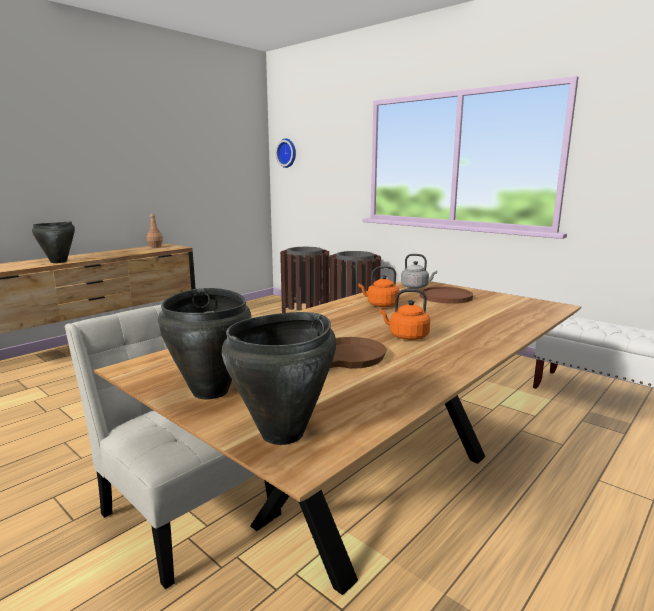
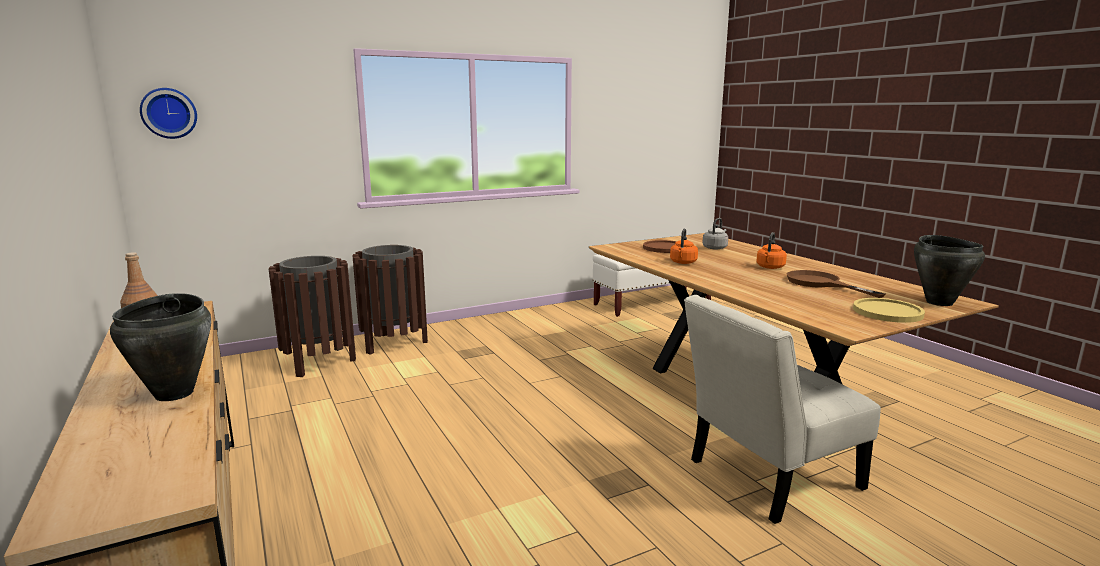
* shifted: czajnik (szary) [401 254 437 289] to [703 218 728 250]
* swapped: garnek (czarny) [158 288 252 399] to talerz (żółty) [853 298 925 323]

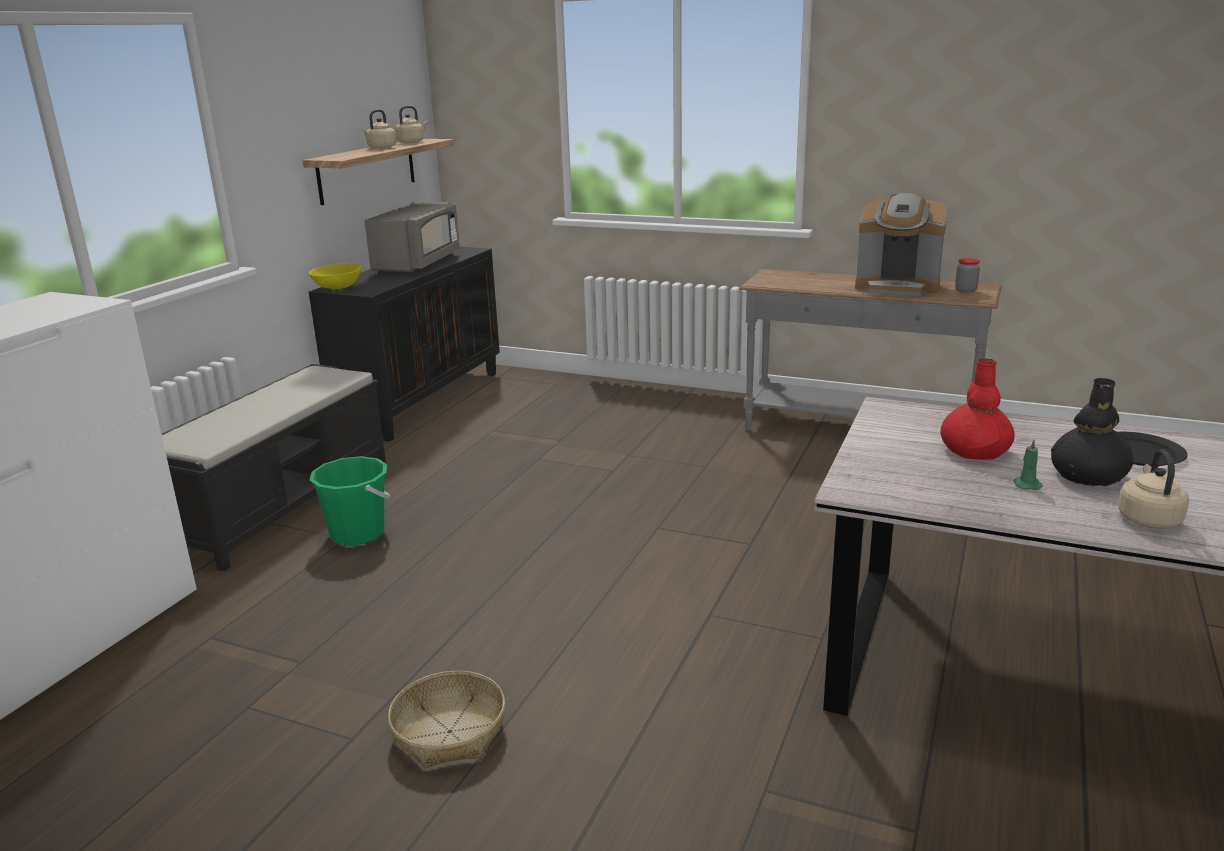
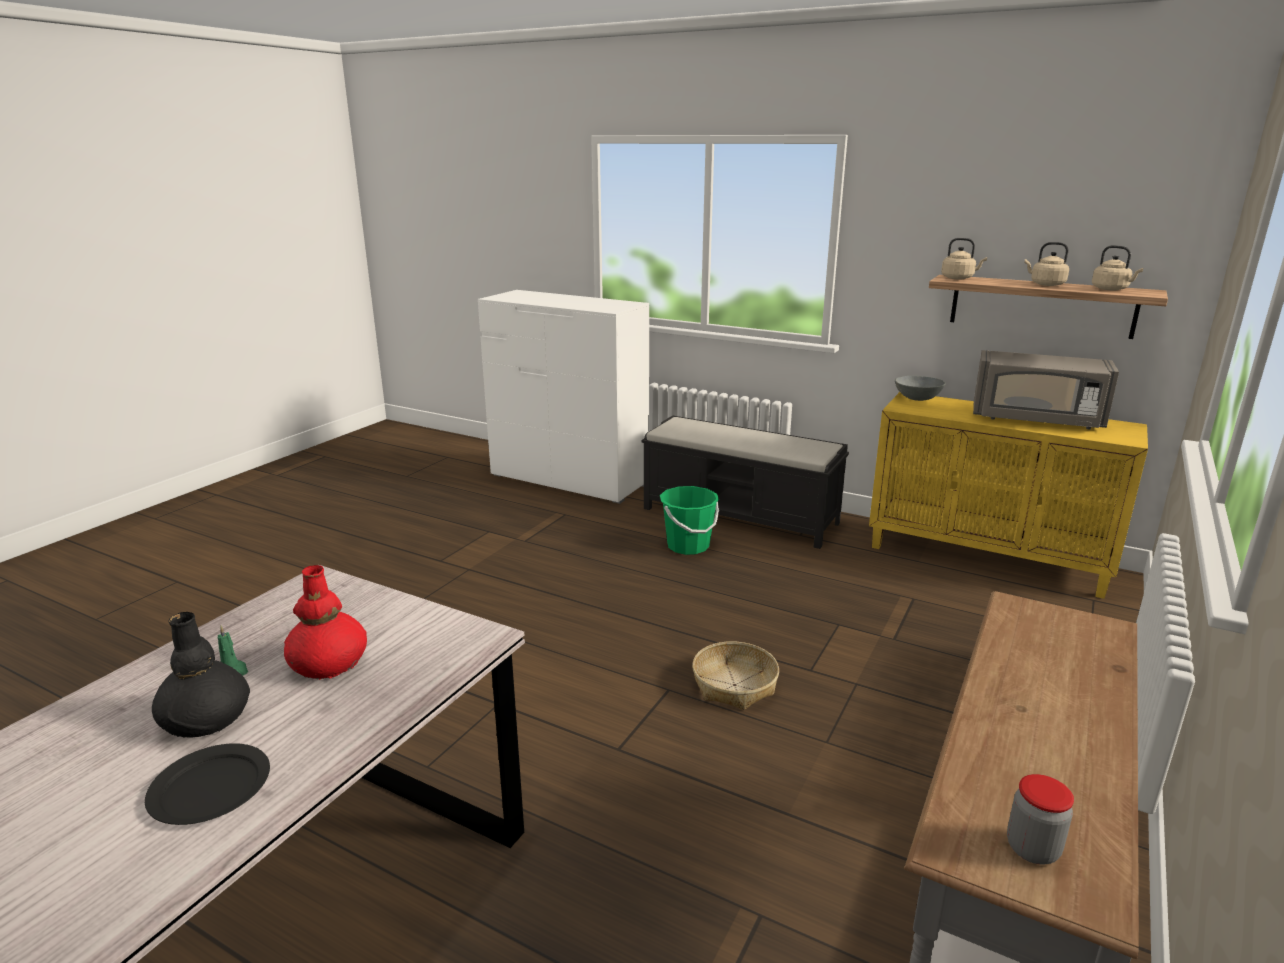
* gone: ekspres do kawy [855 193 947 296]
* repainted: szafka (czarny) [309 247 500 442] to szafka (żółty) [869 392 1148 599]
* repainted: miska (żółty) [309 263 361 289] to miska (szary) [895 376 946 401]
* shifted: czajnik (beżowy) [1118 449 1189 529] to [941 238 987 279]
* shifted: koszyk [388 671 505 768] to [692 641 779 710]

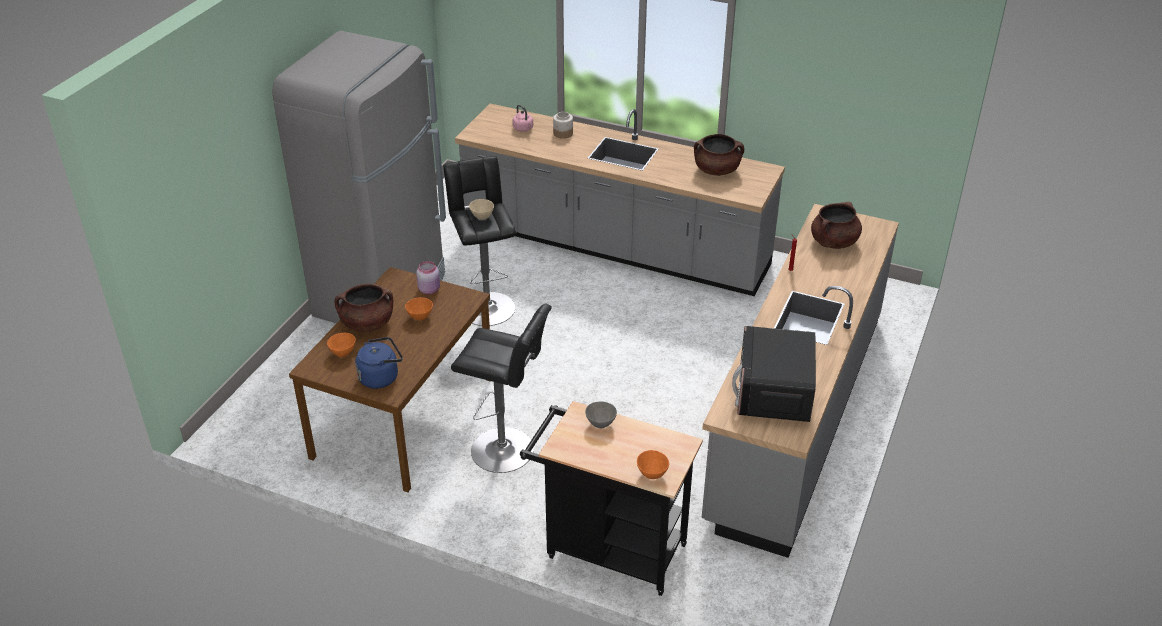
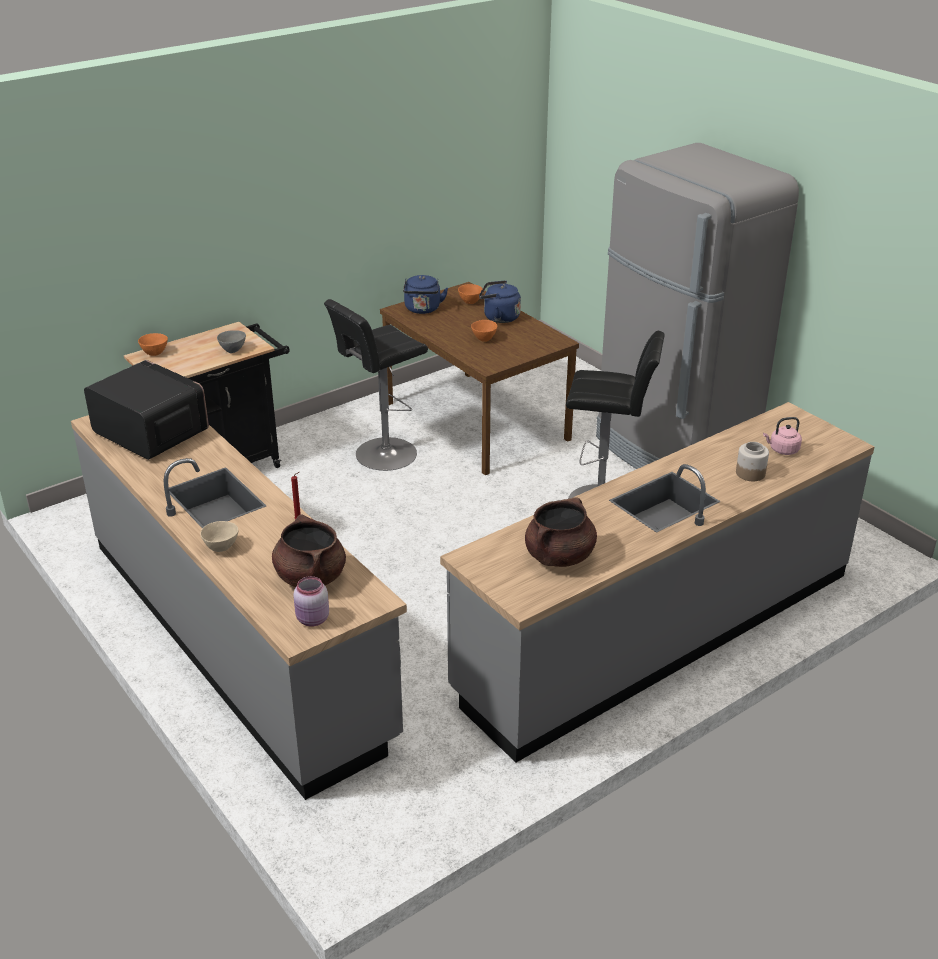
* shifted: miska (beżowy) [469 199 494 220] to [200 521 238 552]
* shifted: słoik (różowy) [416 261 440 294] to [293 576 329 627]
* swapped: garnek (brązowy) [334 284 393 332] to czajnik (niebieski) [479 280 521 323]

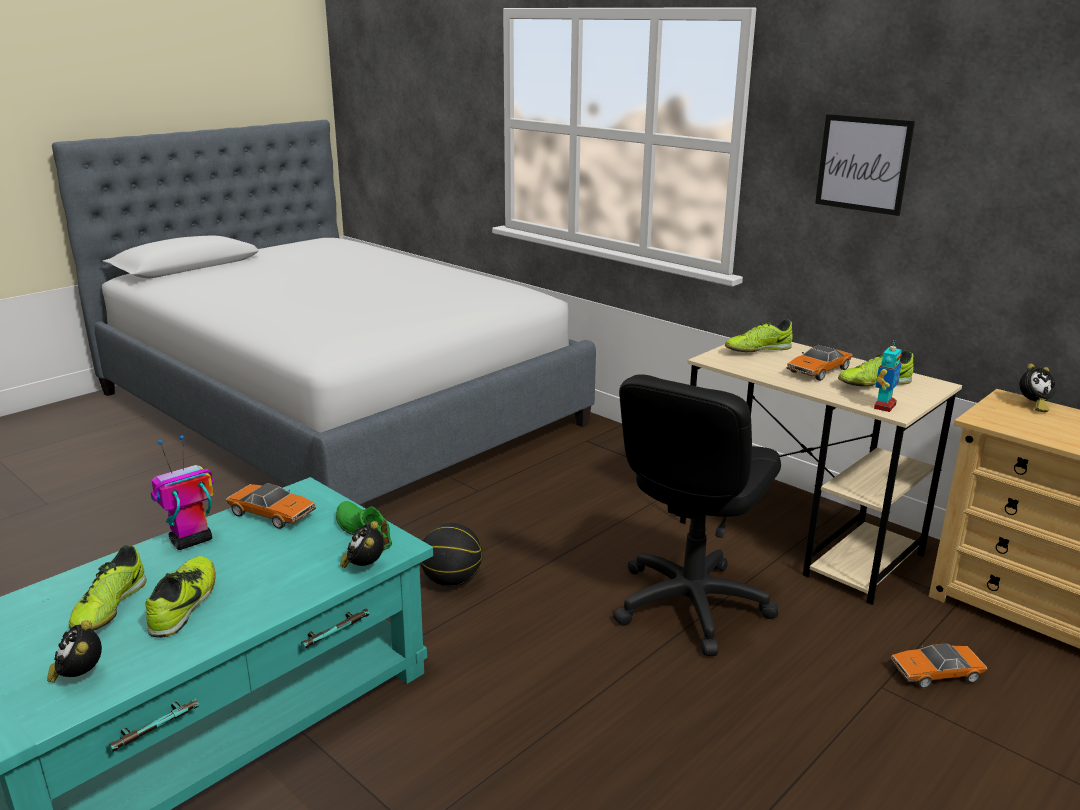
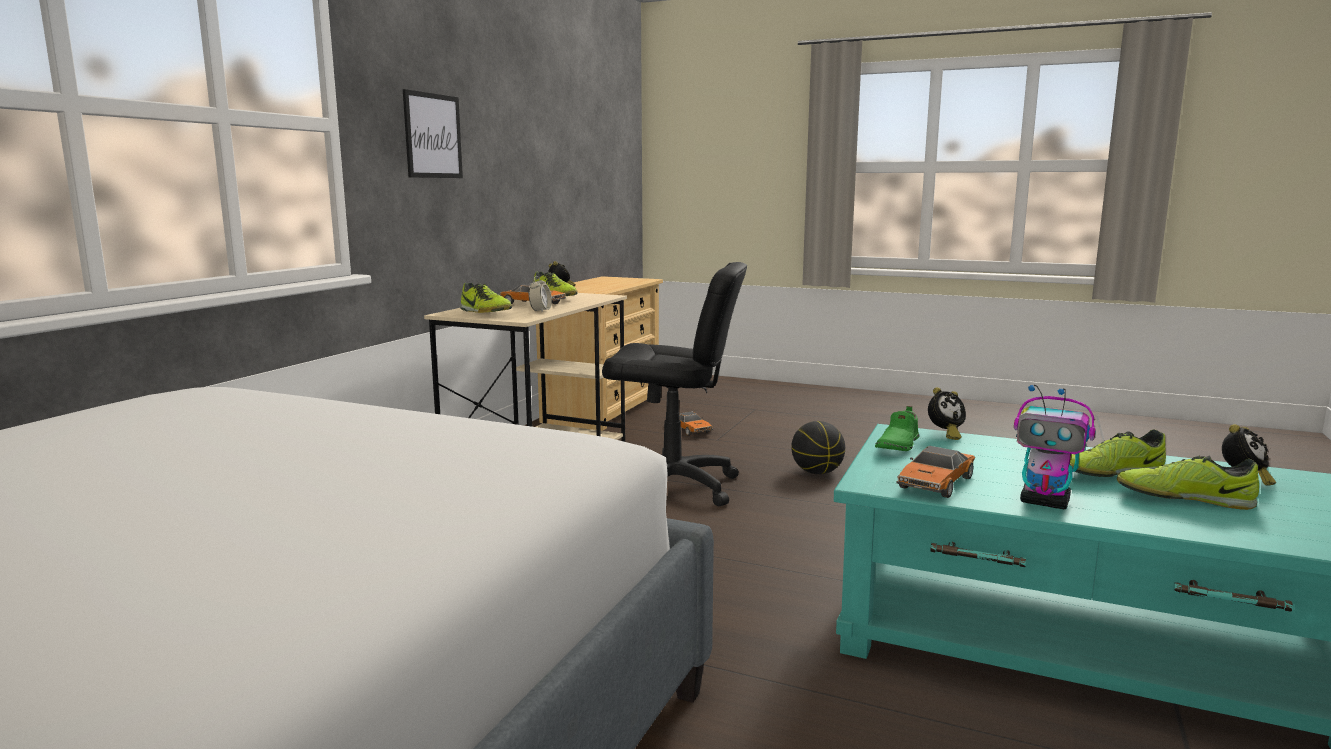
* gone: robot zabawkowy [874 339 902 412]
* rotated: samochodzik [226 483 316 529] = [896 446 975 498] 150 degrees counterclockwise
* shifted: piłka do koszykówki [420 523 482 587] to [791 421 845 474]
* rotated: but [69 545 147 631] = [1117 455 1259 510] 150 degrees counterclockwise
* new: budzik [529 276 552 311]

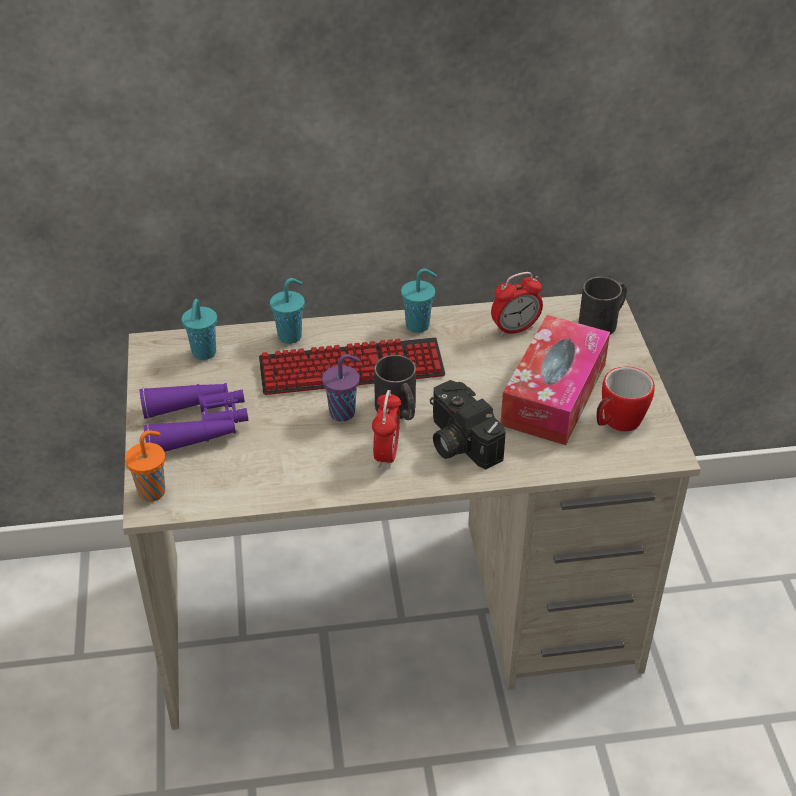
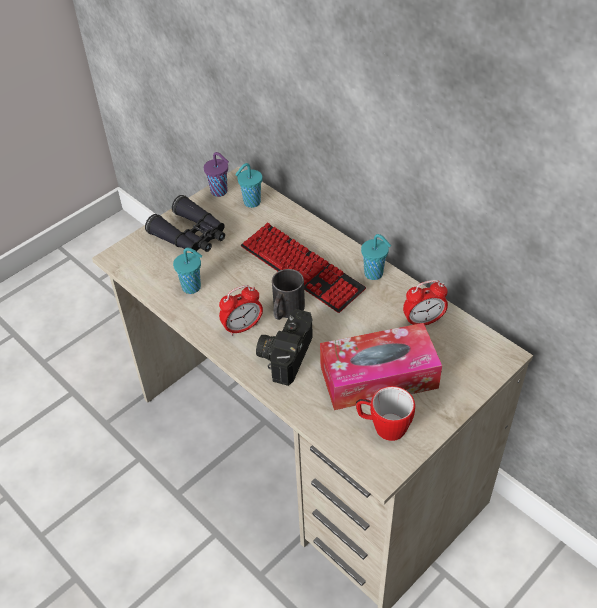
* rotated: budzik [491 272 543 336] = [403 280 448 325] 45 degrees counterclockwise
* gone: kubek (czarny) [578 277 627 335]
* shifted: filiżanka (turkusowy) [270 278 305 344] to [173 248 202 294]
* shifted: filiżanka (fioletowy) [322 354 360 422] to [204 152 229 197]
* repainted: lornetka (fioletowy) [139 383 248 452] to lornetka (czarny) [145 195 225 253]
* gone: filiżanka (pomarańczowy) [125 430 165 502]

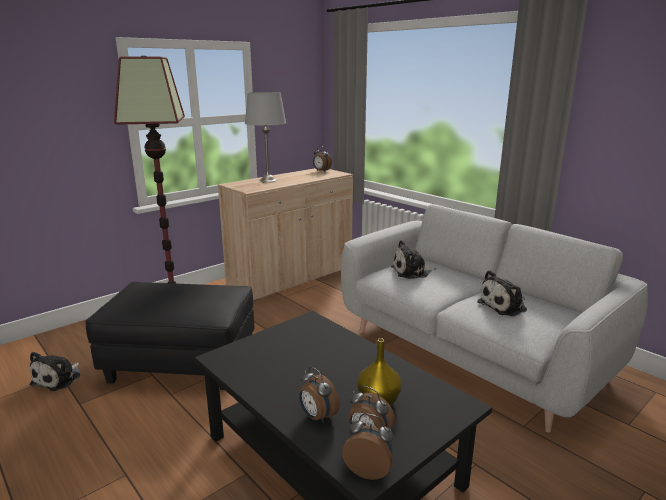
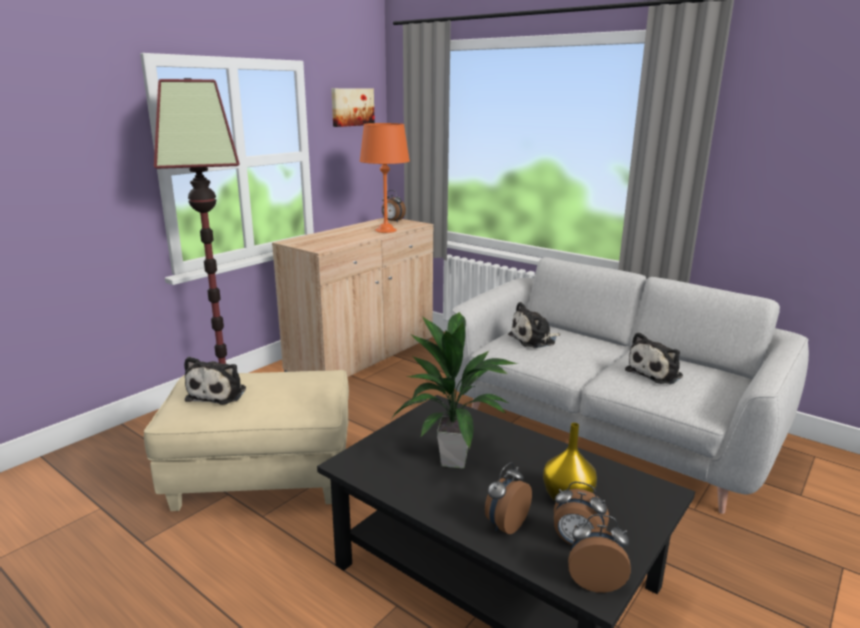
* gone: lampa stołowa (szary) [245 92 286 183]
* repainted: pufa (czarny) [85 282 254 390] to pufa (beżowy) [144 370 349 511]
* shifted: pluszak [30 352 80 391] to [184 357 246 405]
* rotated: budzik [299 367 340 423] = [485 462 532 534] 90 degrees clockwise
* new: obraz [331 88 375 127]
* new: lampa stołowa (pomarańczowy) [360 123 410 233]
* new: roślina doniczkowa [392 312 518 469]

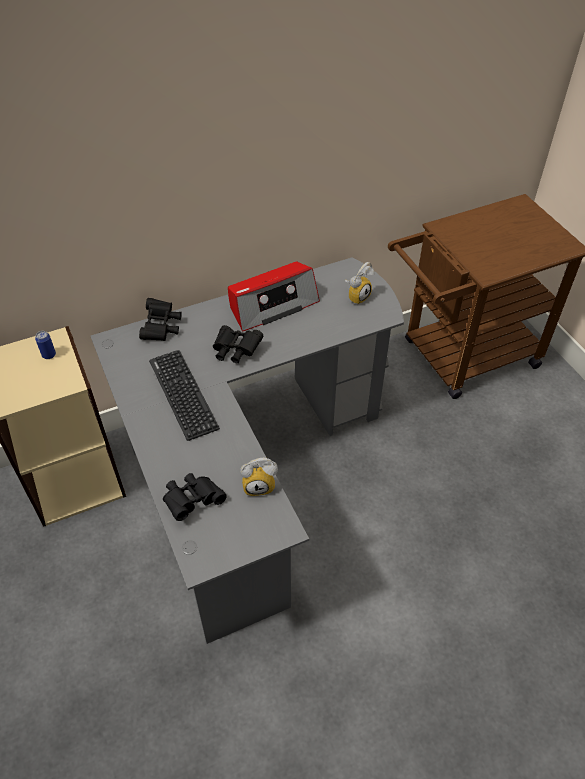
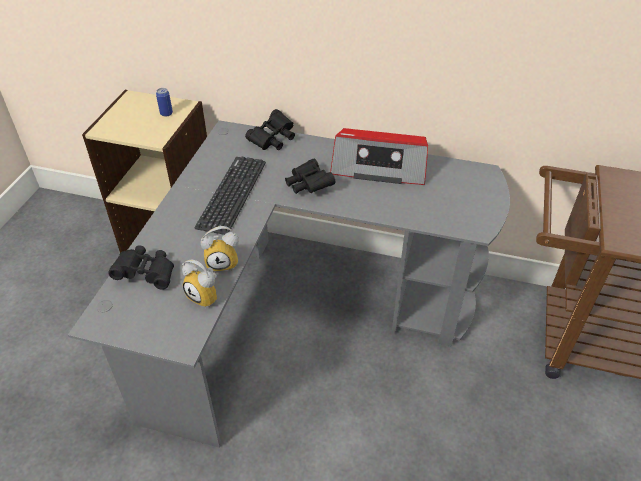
* shifted: budzik [345 262 374 304] to [200 226 239 271]

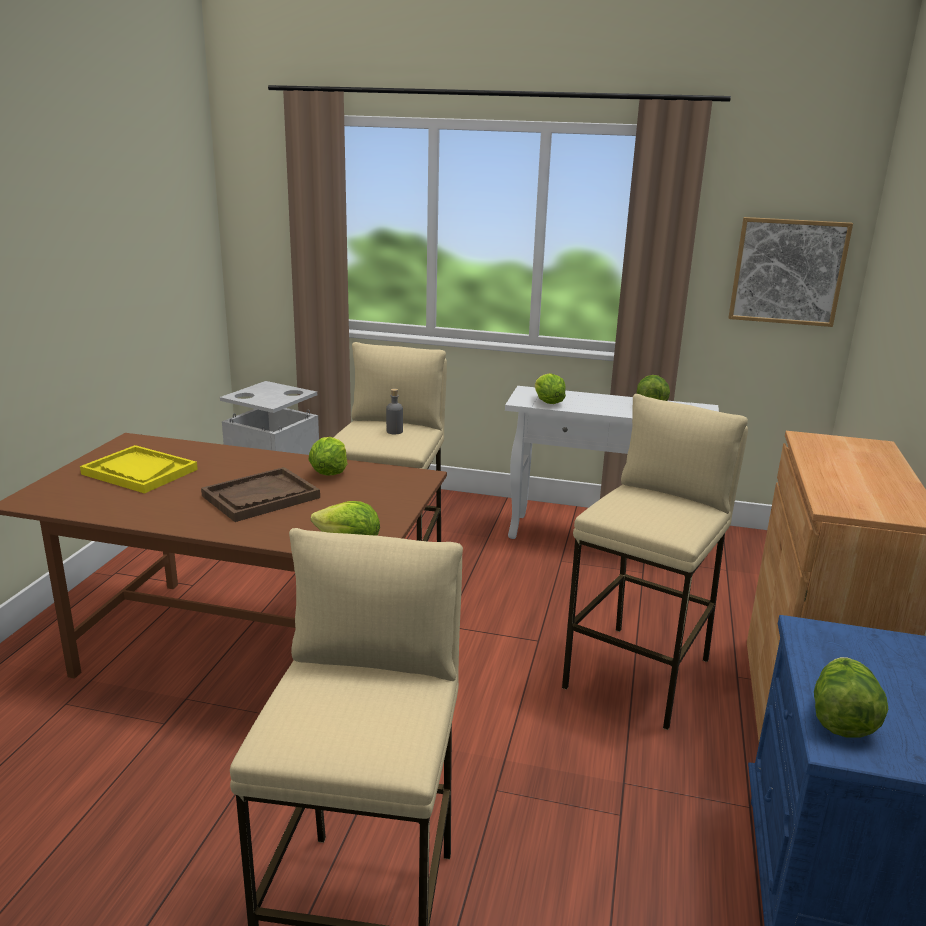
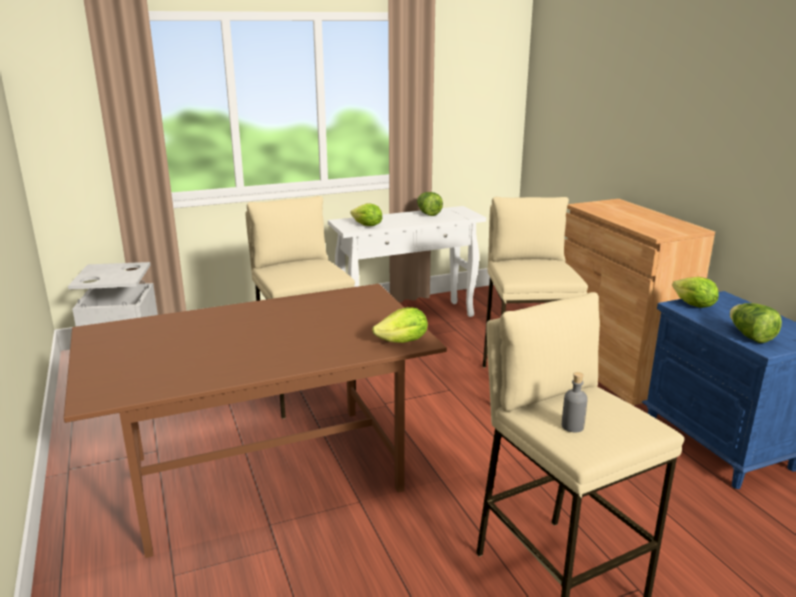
* gone: obraz [728 217 853 327]
* shifted: butelka (szary) [386 389 403 434] to [562 372 588 432]
* shifted: sałata [308 437 348 476] to [672 277 719 308]
* gone: taca (żółty) [80 445 198 494]
* gone: taca (brązowy) [201 467 320 522]

